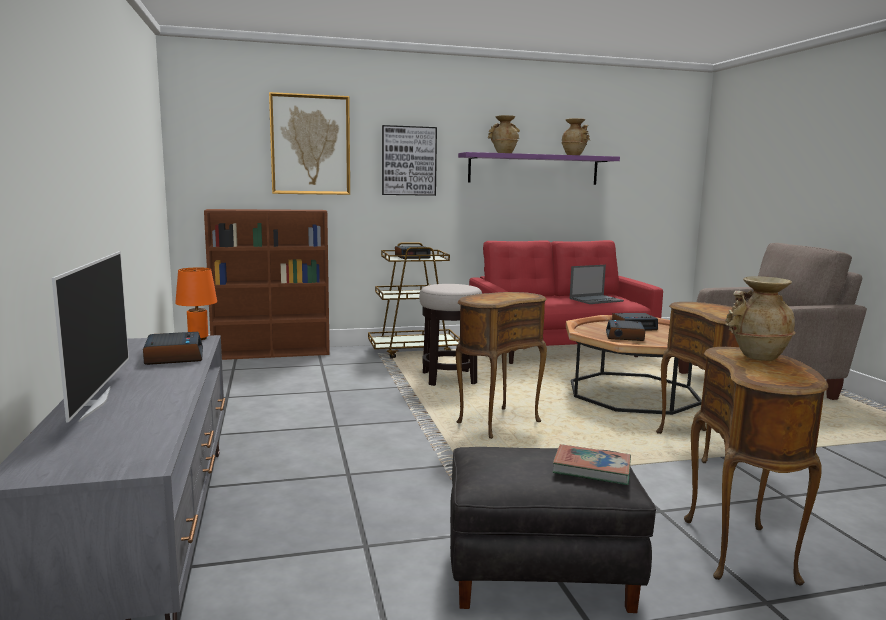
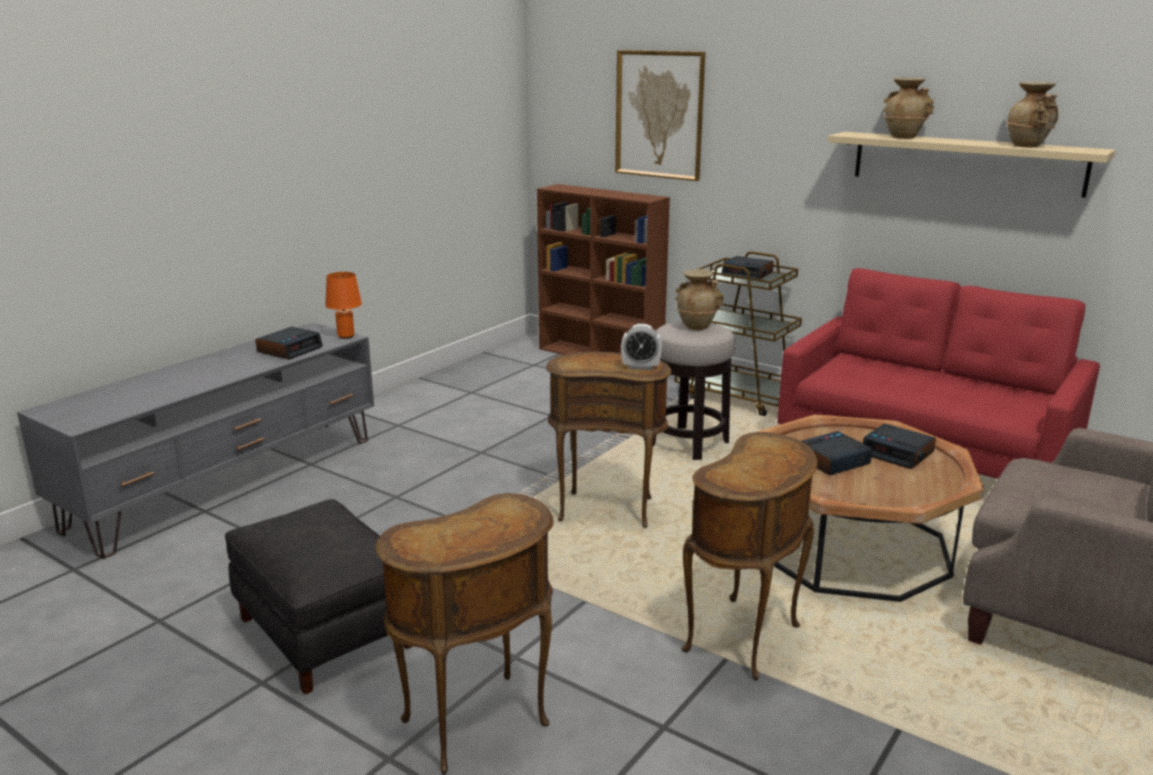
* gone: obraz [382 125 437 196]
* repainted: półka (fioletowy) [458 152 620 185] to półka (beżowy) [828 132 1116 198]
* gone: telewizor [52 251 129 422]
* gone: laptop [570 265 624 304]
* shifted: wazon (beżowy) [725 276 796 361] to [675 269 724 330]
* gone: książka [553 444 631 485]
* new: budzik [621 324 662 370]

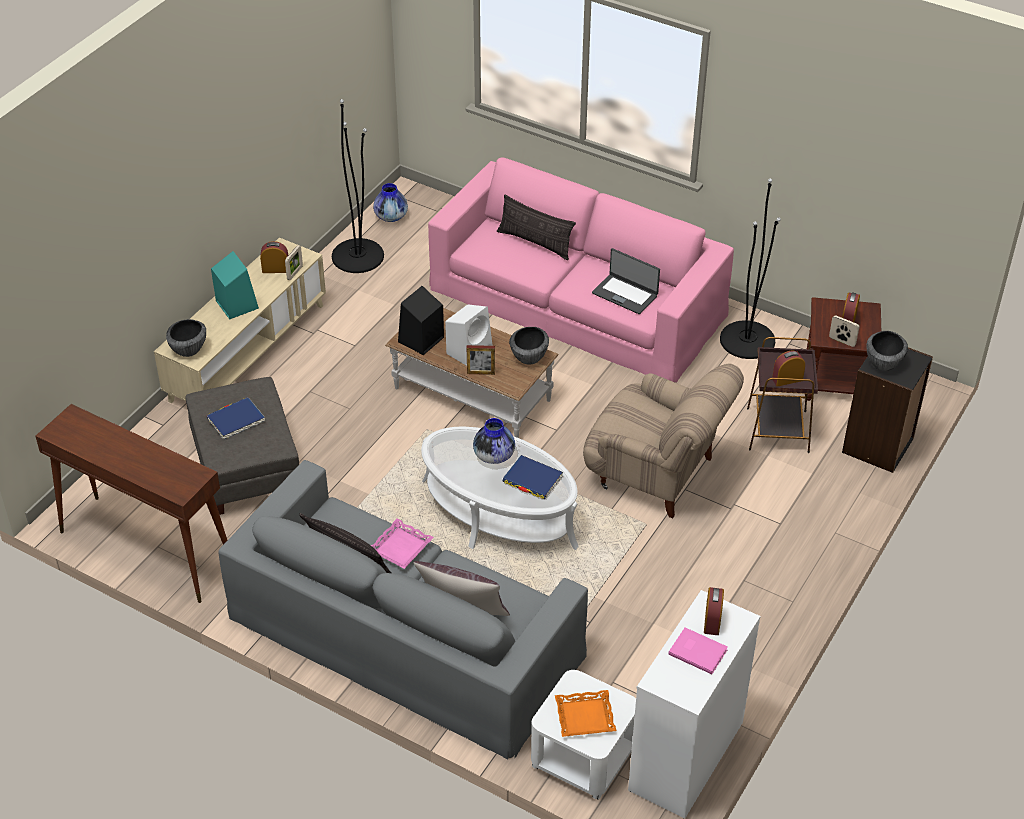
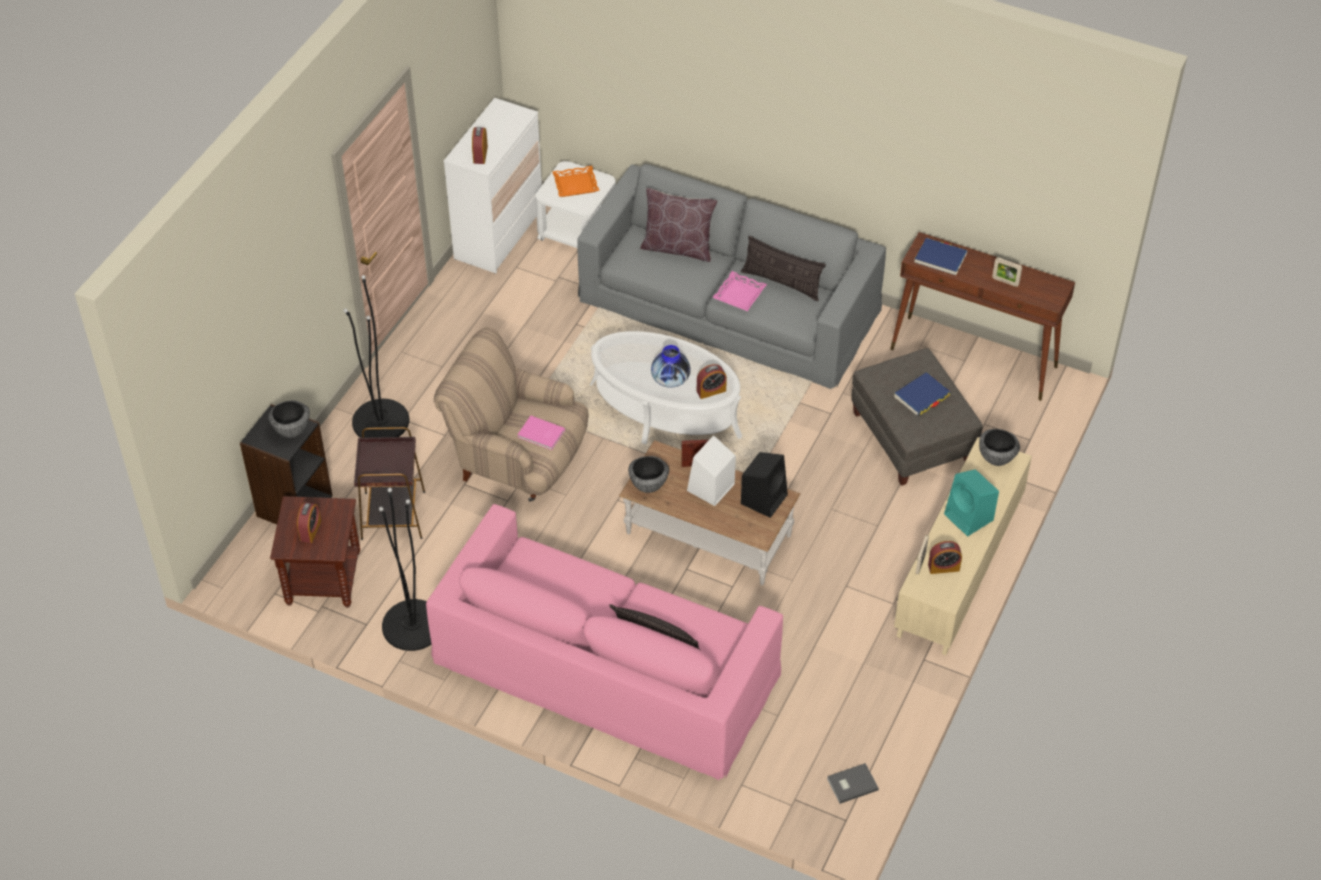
* shifted: lampa stojąca (czarny) [332 99 384 273] to [343 275 409 438]
* swapped: wazon [373 183 408 222] to książka (szary) [827 763 879 804]
* gone: laptop [592 248 660 314]
* shifted: ramka na zdjęcie [829 315 859 347] to [992 257 1022 287]
* shifted: budzik [772 351 805 386] to [697 364 727 399]
* shifted: książka (niebieski) [502 455 563 499] to [914 238 967 275]
* shifted: książka (różowy) [668 628 728 674] to [517 416 565 450]

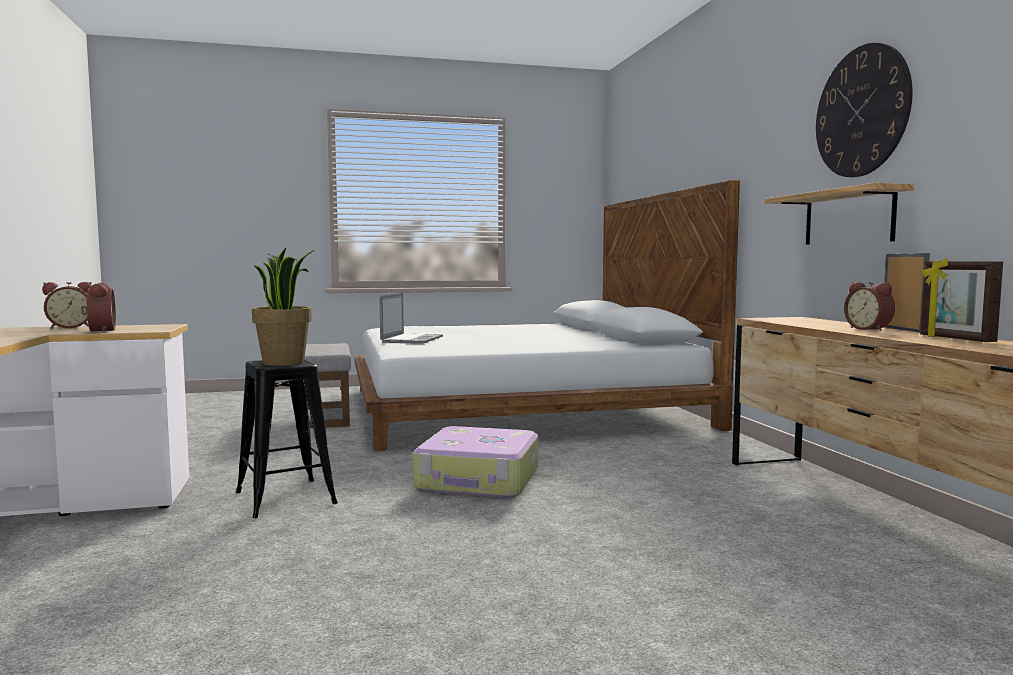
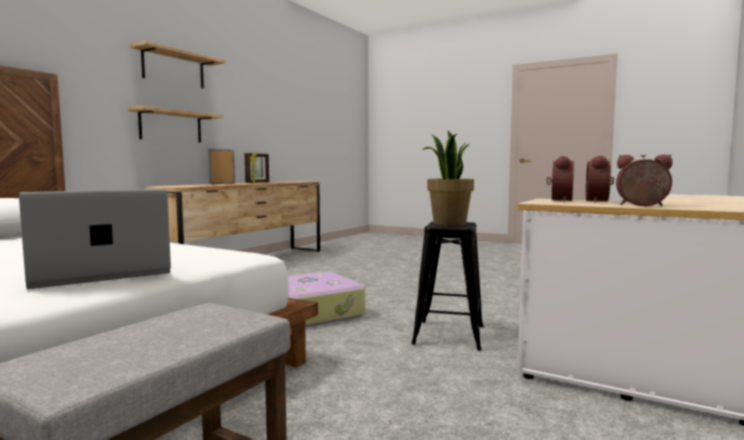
* swapped: zegar ścienny [816 43 913 177] to półka [130 41 226 88]
* shifted: budzik [844 282 895 331] to [546 156 574 202]

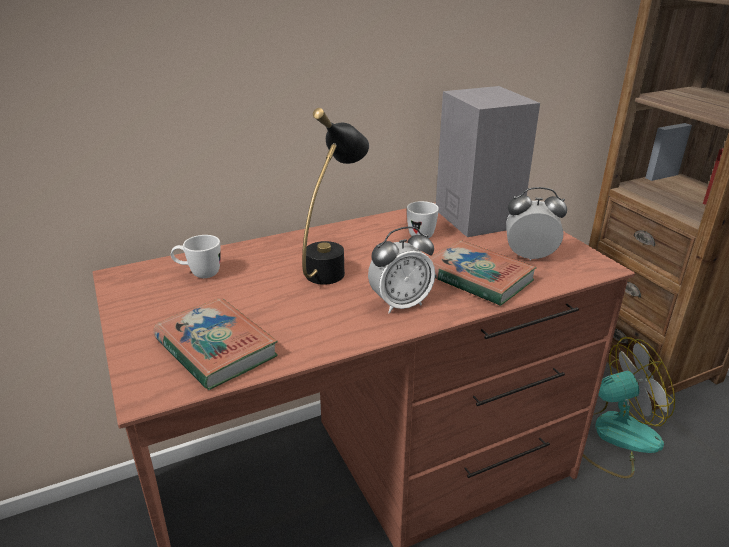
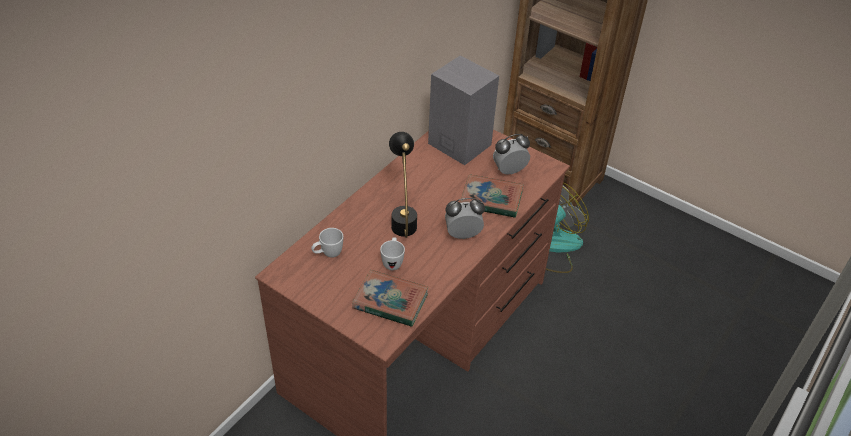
* shifted: kubek (biały) [407 201 439 239] to [380 237 405 270]
* rotated: budzik [368 226 435 314] = [445 198 485 239] 135 degrees counterclockwise

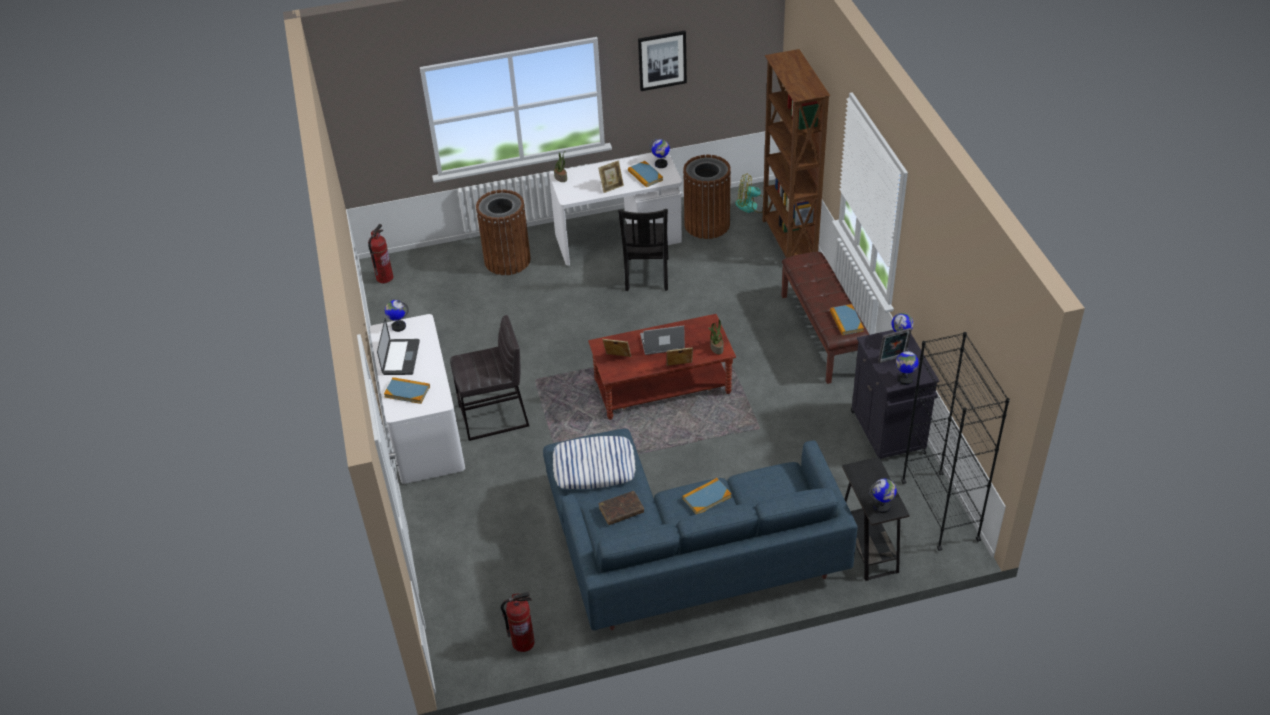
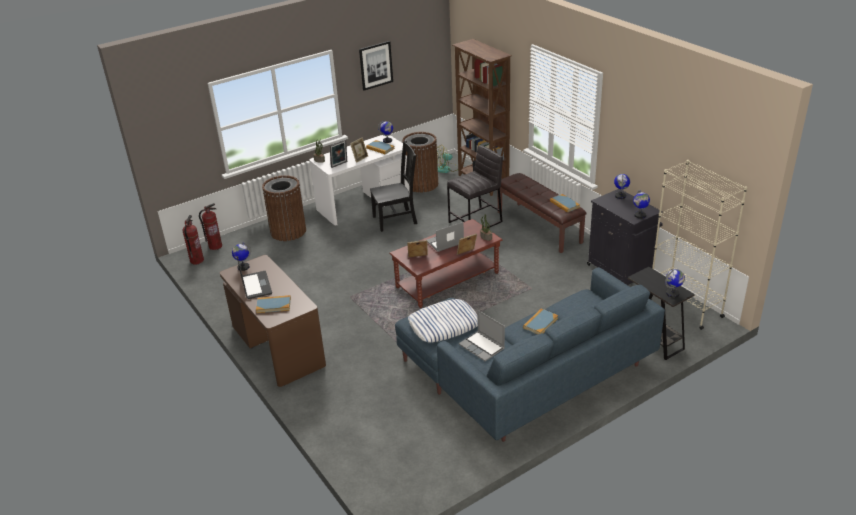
* rotated: krzesło (czarny) [618 209 669 291] = [370 140 418 232] 90 degrees counterclockwise
* repainted: biurko (biały) [370 314 465 484] to biurko (brązowy) [220 255 326 387]
* shifted: stołek (szary) [450 315 529 441] to [447 145 503 228]
* shifted: ramka na zdjęcie [878 328 912 364] to [329 140 347 168]
* repainted: regał (czarny) [901 332 1010 551] to regał (beżowy) [652 160 747 330]
* swapped: książka (brązowy) [598 491 644 525] to laptop [459 310 505 361]
* shifted: gaśnica [501 592 535 652] to [199 203 222 250]

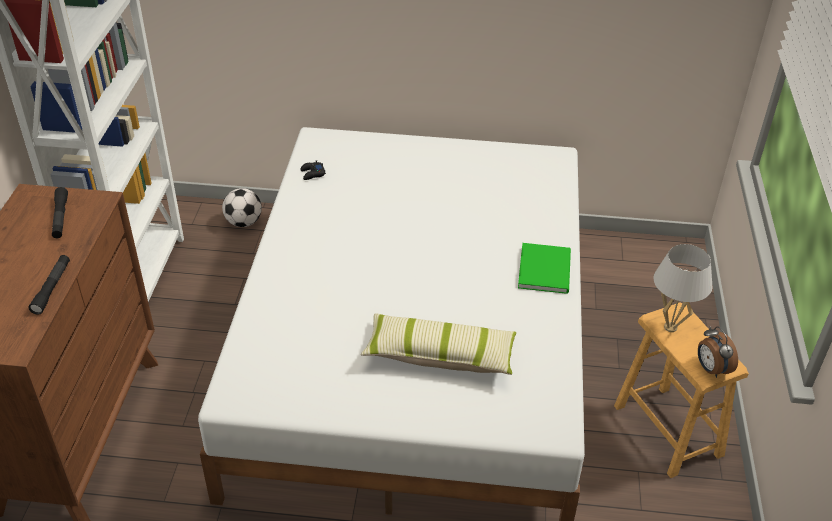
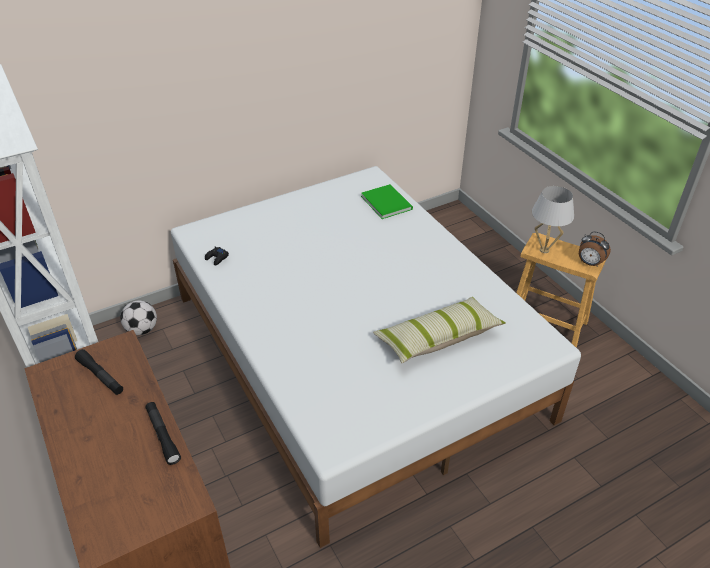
* shifted: książka (zielony) [518 243 571 294] to [361 184 413 219]

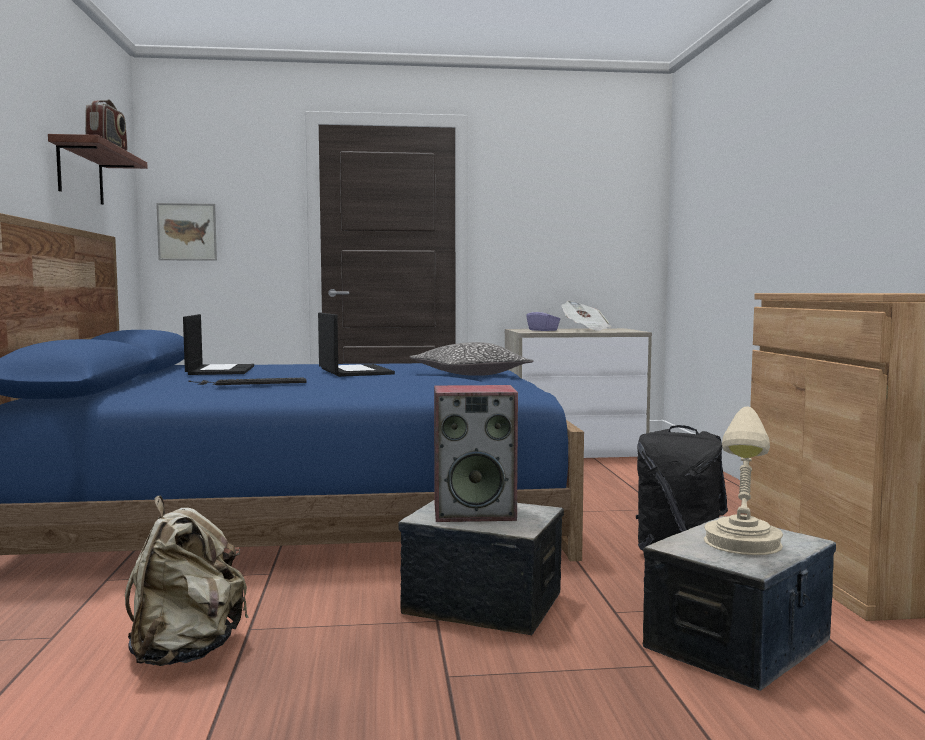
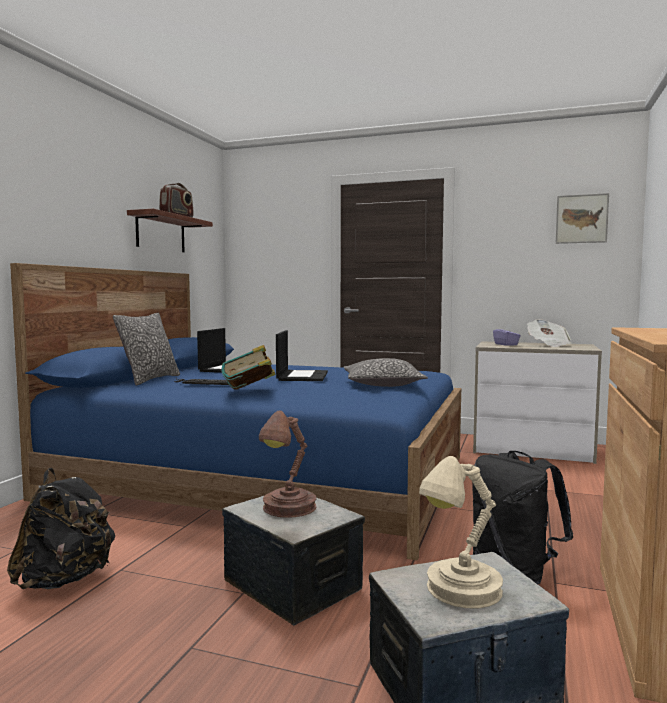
* shifted: obraz [156 203 217 261] to [556 193 609 244]
* swapped: głośnik [434 385 518 522] to lampa stołowa (brązowy) [259 410 317 518]
* repainted: plecak (beżowy) [125 496 249 666] to plecak (czarny) [7 468 115 589]
* new: poduszka [113 313 180 386]
* new: książka [221 345 276 389]

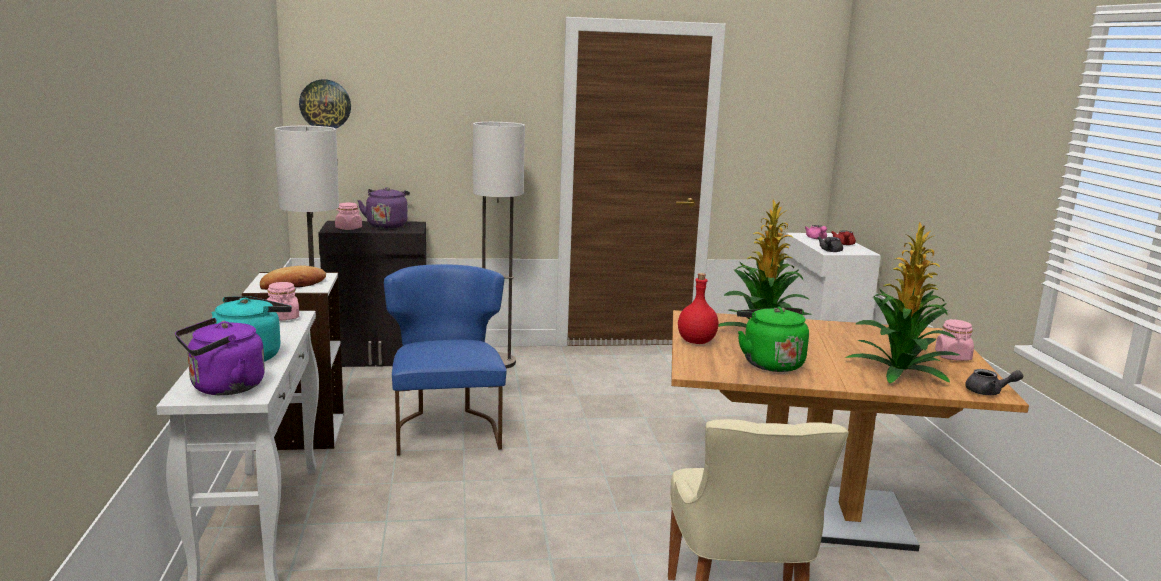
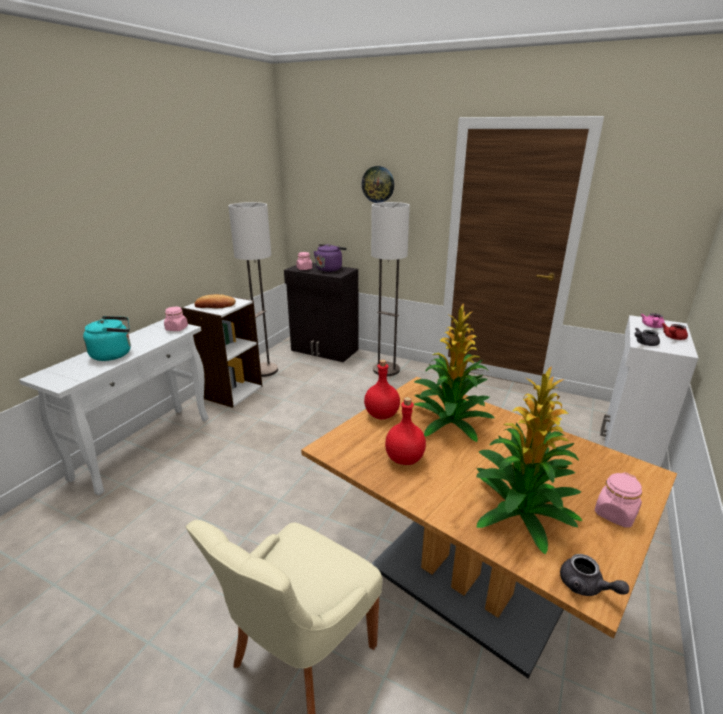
* shifted: zegar ścienny [299 79 351 128] to [362 166 394 203]
* gone: krzesło (niebieski) [384 264 507 455]
* swapped: czajnik (zielony) [737 307 809 372] to butelka (czerwony) [385 397 426 465]
* gone: czajnik (fioletowy) [175 318 265 395]

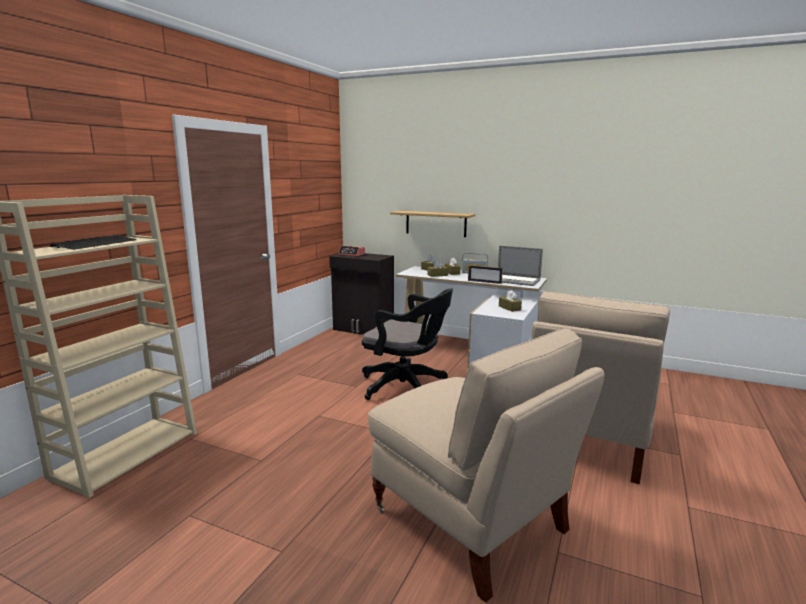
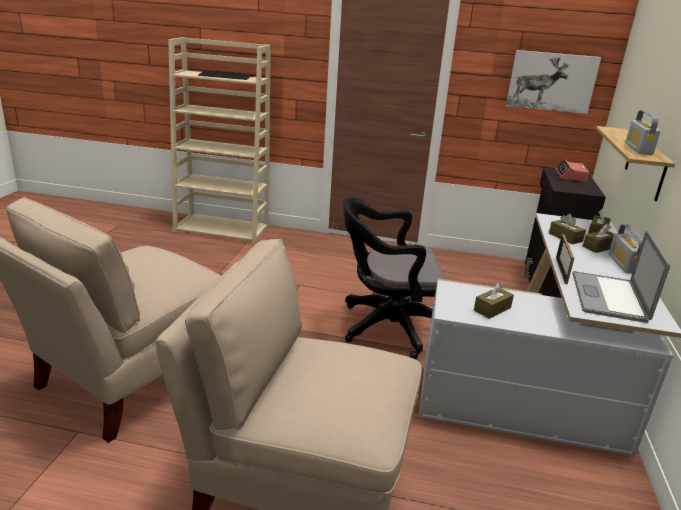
* rotated: krzesło biurowe (czarny) [362 288 453 400] = [343 197 445 359] 75 degrees clockwise
* new: obraz [506 50 601 114]
* new: radio [626 110 660 155]

